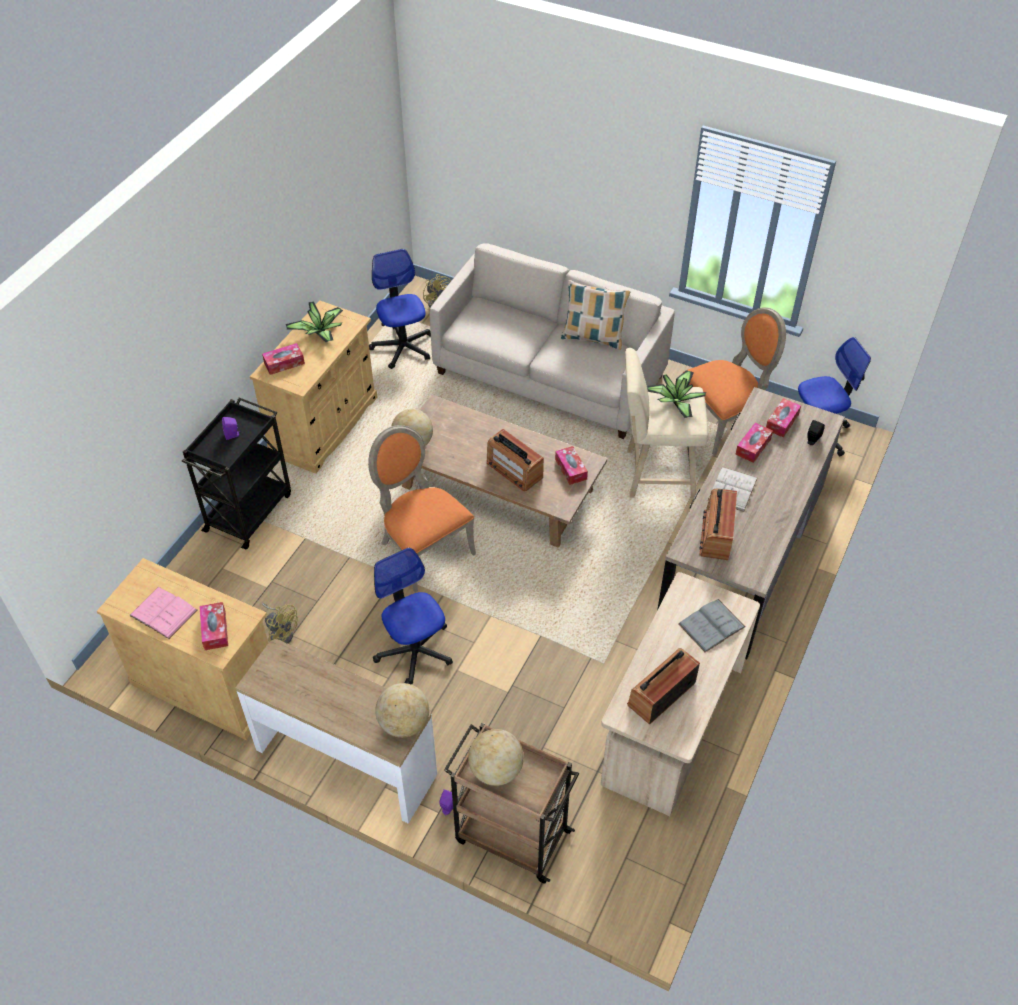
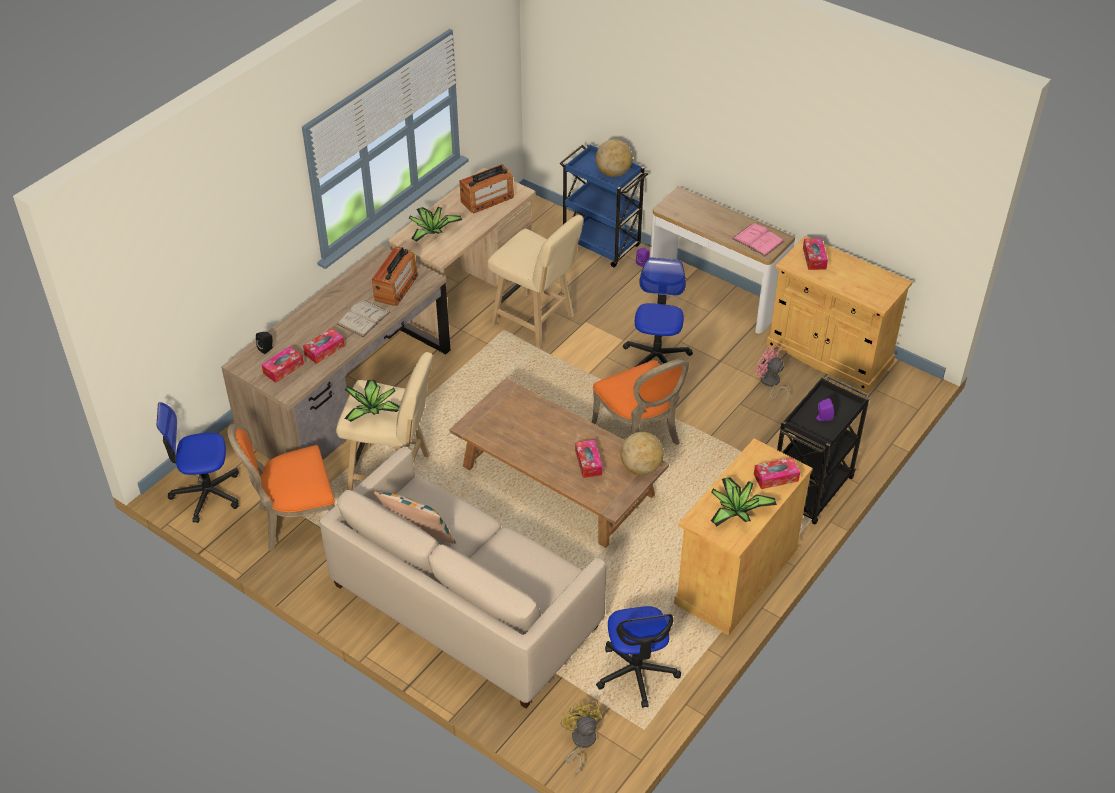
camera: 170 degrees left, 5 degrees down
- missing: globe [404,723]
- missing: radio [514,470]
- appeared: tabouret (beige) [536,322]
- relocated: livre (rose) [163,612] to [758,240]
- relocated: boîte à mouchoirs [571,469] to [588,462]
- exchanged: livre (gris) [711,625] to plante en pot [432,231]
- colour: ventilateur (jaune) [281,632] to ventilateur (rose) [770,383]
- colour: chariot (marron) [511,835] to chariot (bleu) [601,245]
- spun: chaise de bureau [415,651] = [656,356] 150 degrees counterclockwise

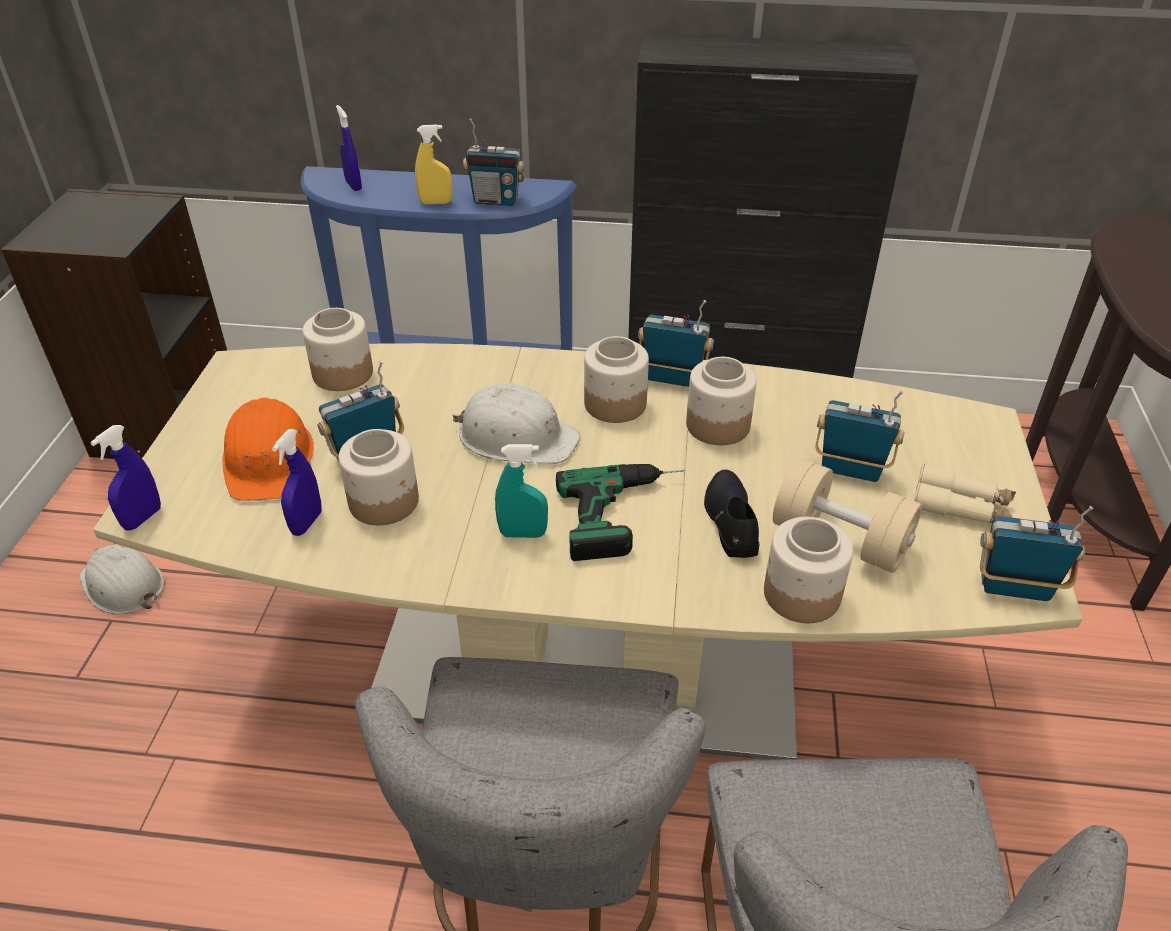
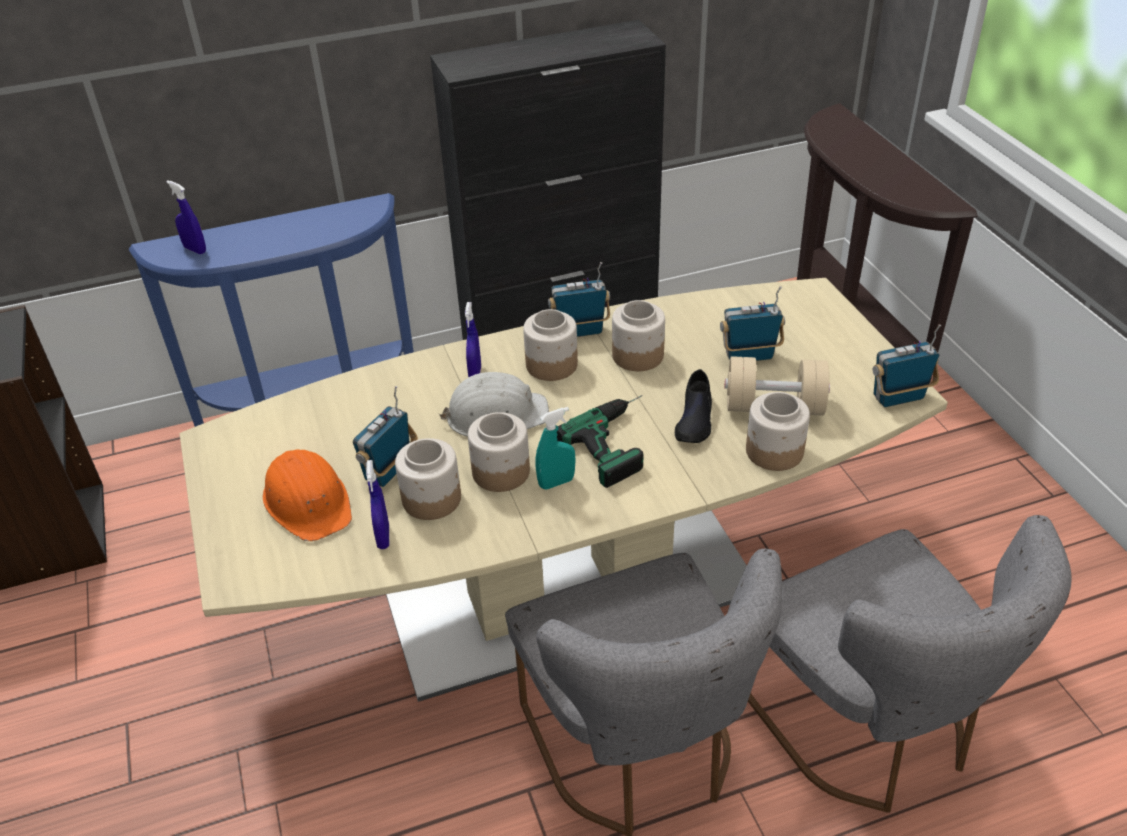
camera: 25 degrees left, 0 degrees up
- missing: casque de chantier (blanc) [122,585]
- missing: vaporisateur (jaune) [436,202]
- missing: radio [496,200]
- missing: jumelles (beige) [961,507]
- relocated: vaporisateur (bleu) [142,518] to [475,374]
- relocated: bocal [342,373] to [500,472]
- spun: chaussure (noir) [731,521] = [694,420] 135 degrees counterclockwise

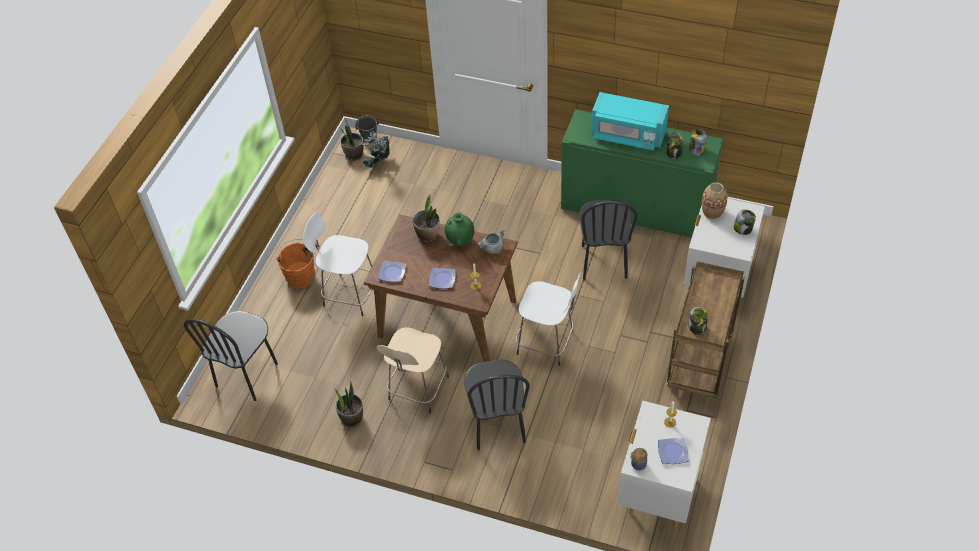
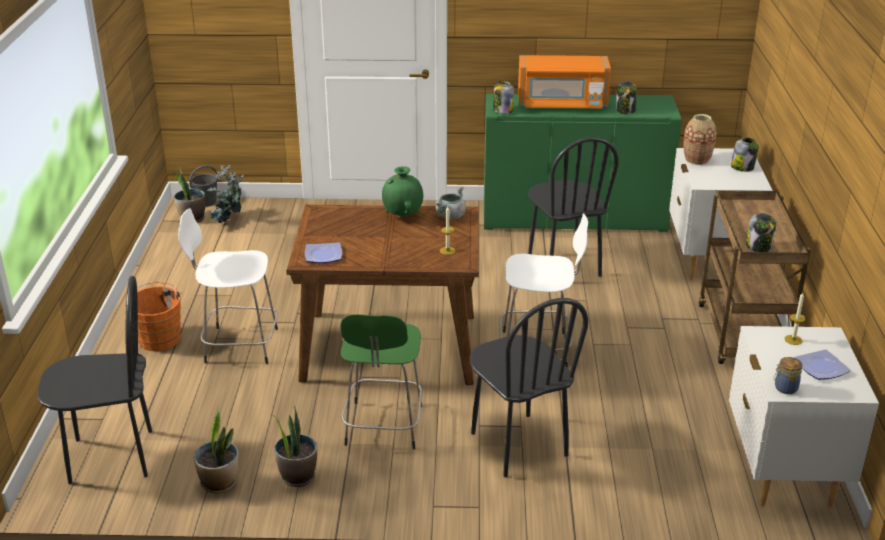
camera: 20 degrees left, 20 degrees down
- missing: assiette [442,280]
- relocated: plante en pot [428,234] to [219,483]
- relocated: bocal [696,149] to [502,110]
- colour: tabouret (beige) [417,390] to tabouret (vert) [383,427]
- colour: micro-ondes (turquoise) [628,135] to micro-ondes (orange) [562,104]
- spun: chaise (noir) [247,375] = [111,457] 105 degrees counterclockwise

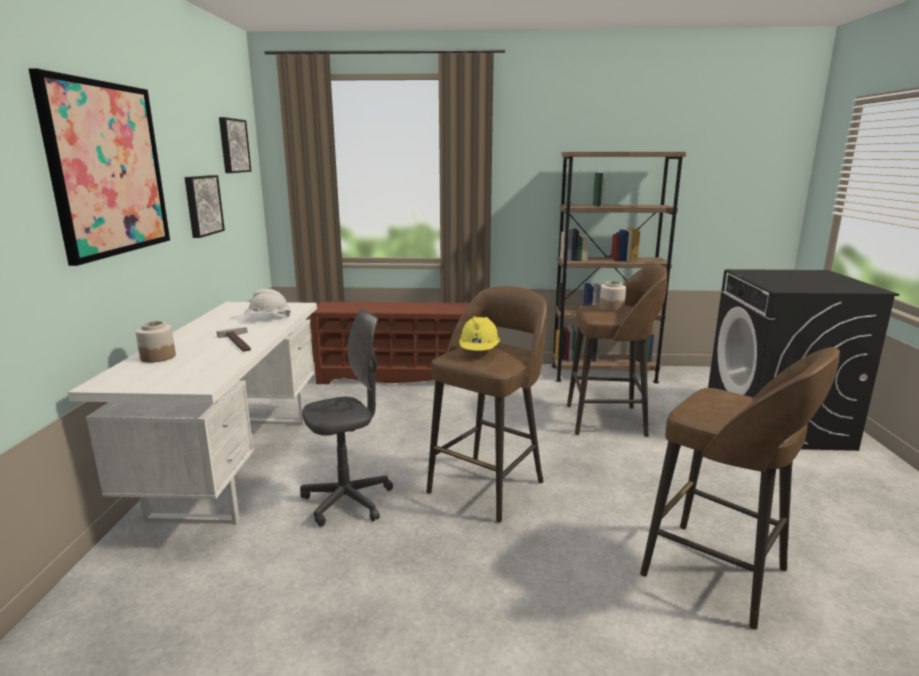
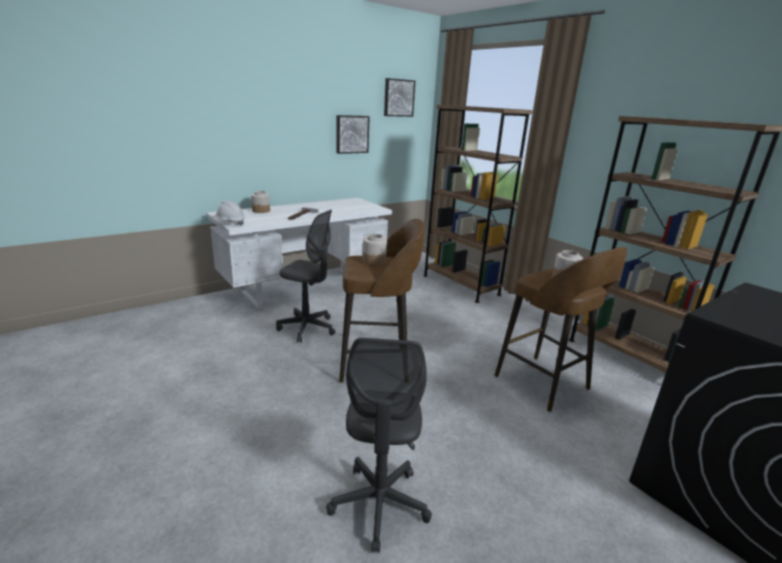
camera: 50 degrees right, 5 degrees up
- missing: tableau [108,169]
- relocated: casque de chantier (blanc) [267,318] to [230,223]
- exchanged: étagère à chaussures (marron) [394,377] to bibliothèque (marron) [460,285]
- exchanged: casque de chantier (jaune) [479,351] to bocal [374,260]
- exchanged: tabouret (marron) [719,574] to chaise de bureau (gris) [379,504]

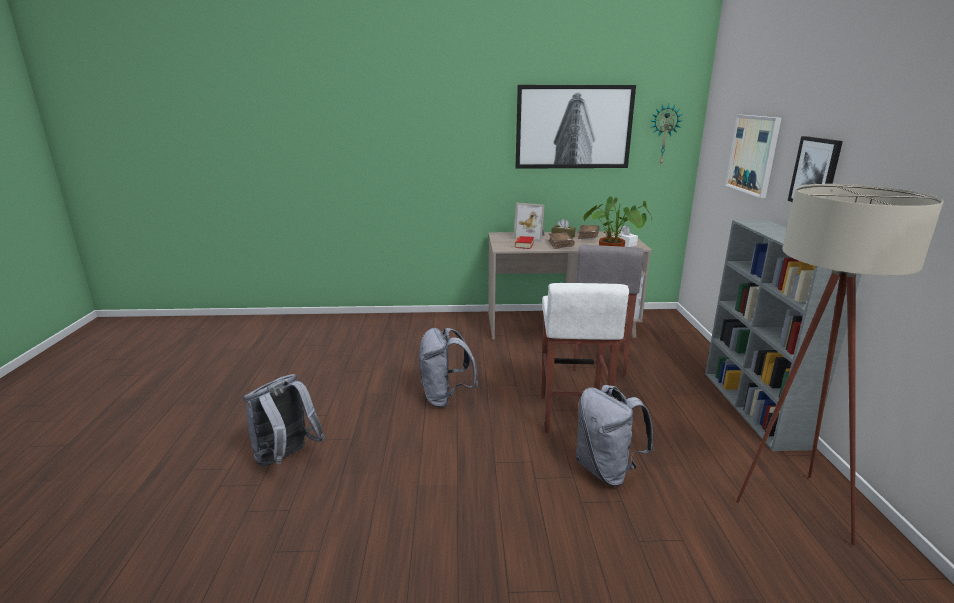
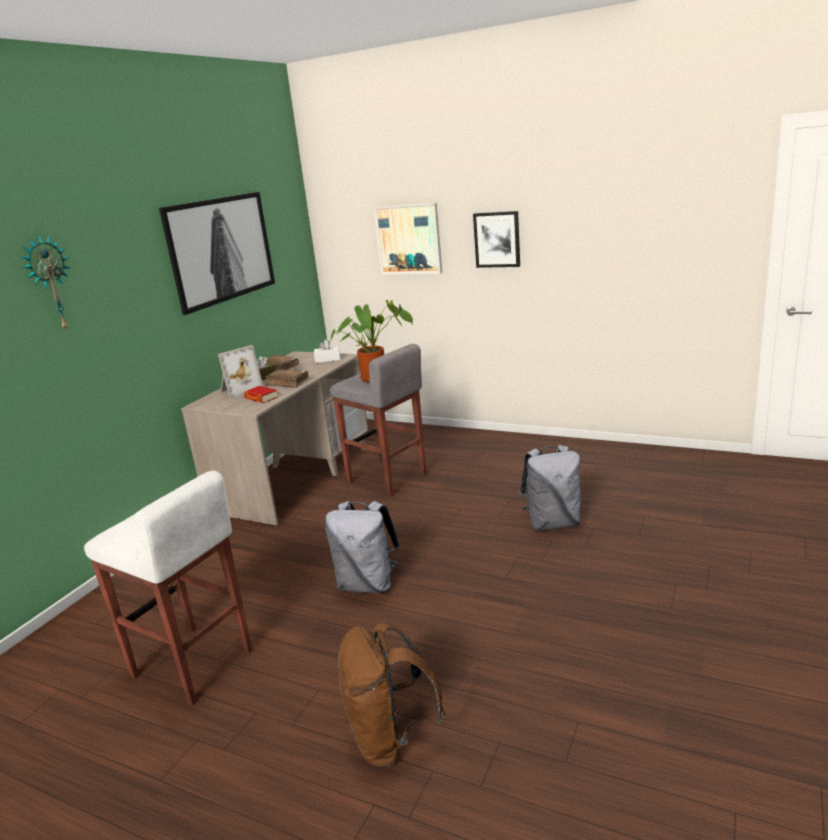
camera: 60 degrees left, 0 degrees up
- missing: bibliothèque (gris) [753,408]
- missing: lampadaire (beige) [784,505]
- relocated: tabouret (blanc) [571,415] to [192,665]
- relocated: horloge murale [663,134] to [50,284]
- colour: sac à dos (gris) [286,458] to sac à dos (marron) [391,739]

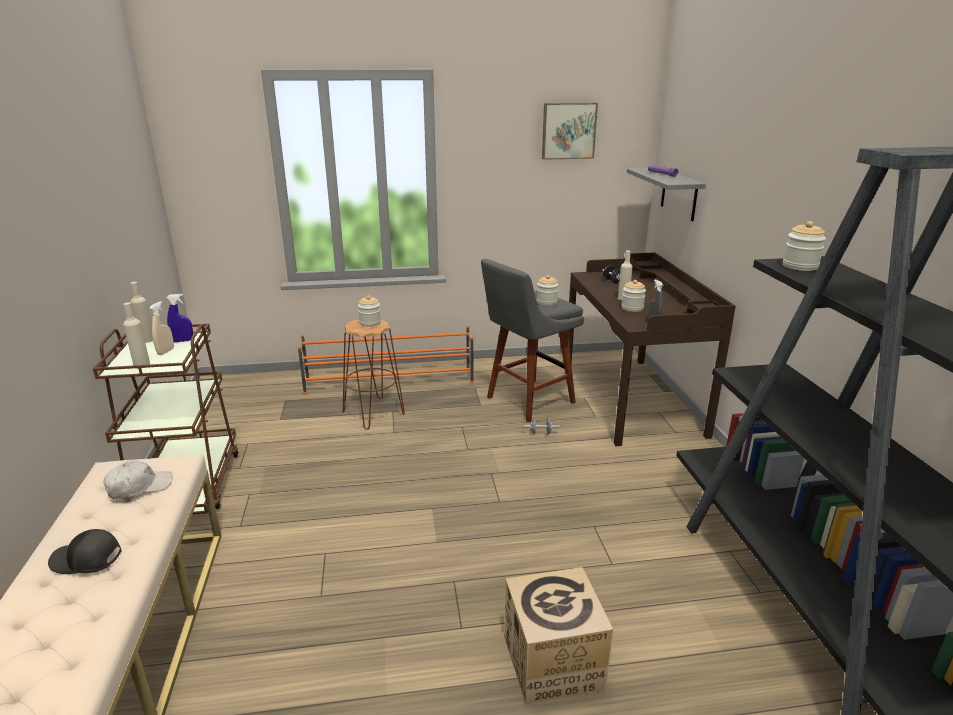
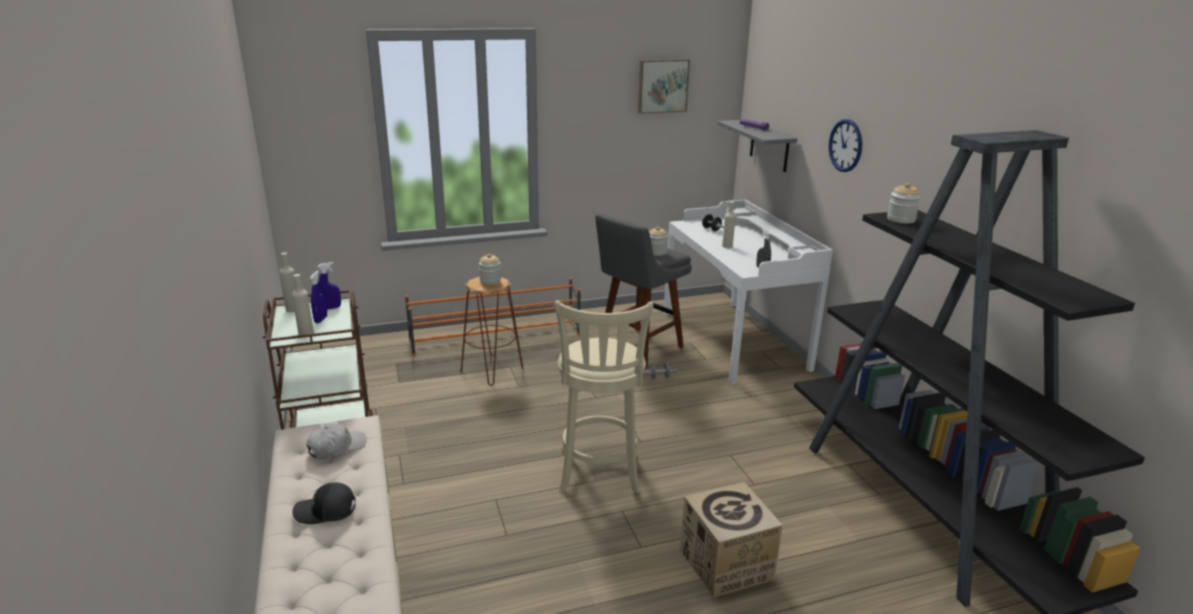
camera: 10 degrees left, 0 degrees up
- missing: bocal [632,308]
- appeared: tabouret (beige) [599,474]
- appeared: horloge murale [845,145]
- colour: vaporisateur (beige) [166,351] to vaporisateur (bleu) [321,319]
- colour: bureau (marron) [632,398] to bureau (blanc) [734,340]

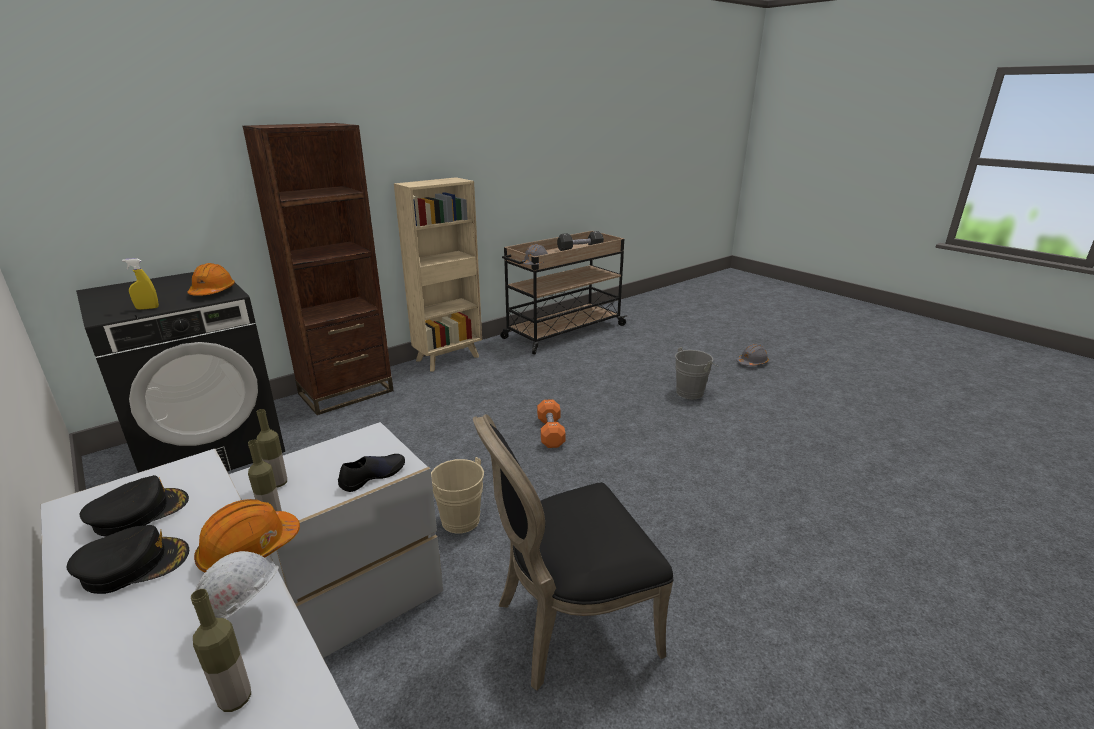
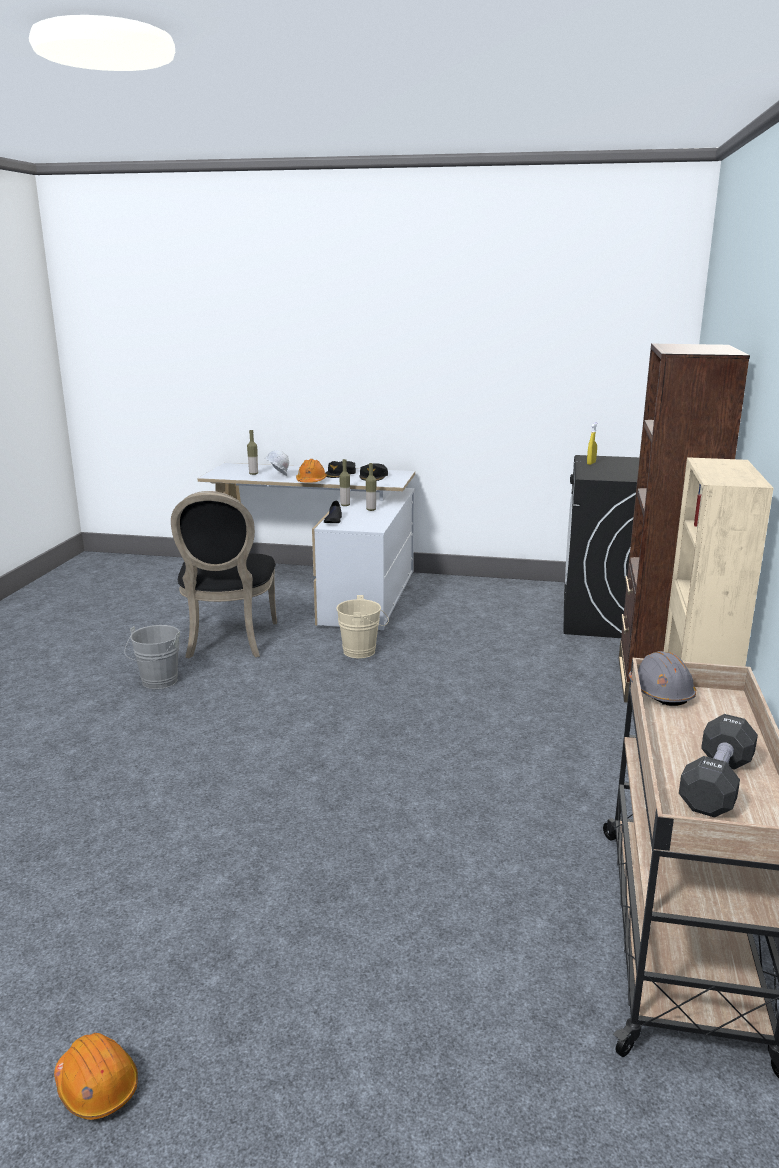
camera: 140 degrees right, 5 degrees down
- missing: haltère (orange) [550,432]
- missing: casque de chantier (gris) [752,363]
- relocated: casque de chantier (orange) [213,292] to [97,1086]
- relocated: seau (gris) [692,392] to [157,683]
- spun: chaise (noir) [568,625] = [228,641] 150 degrees clockwise

